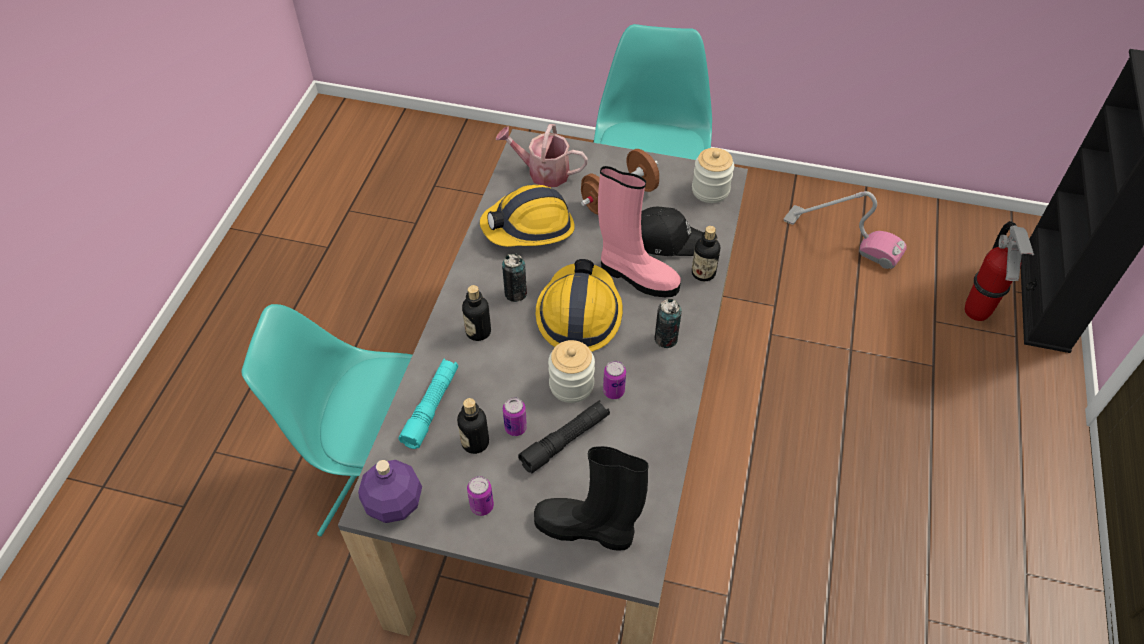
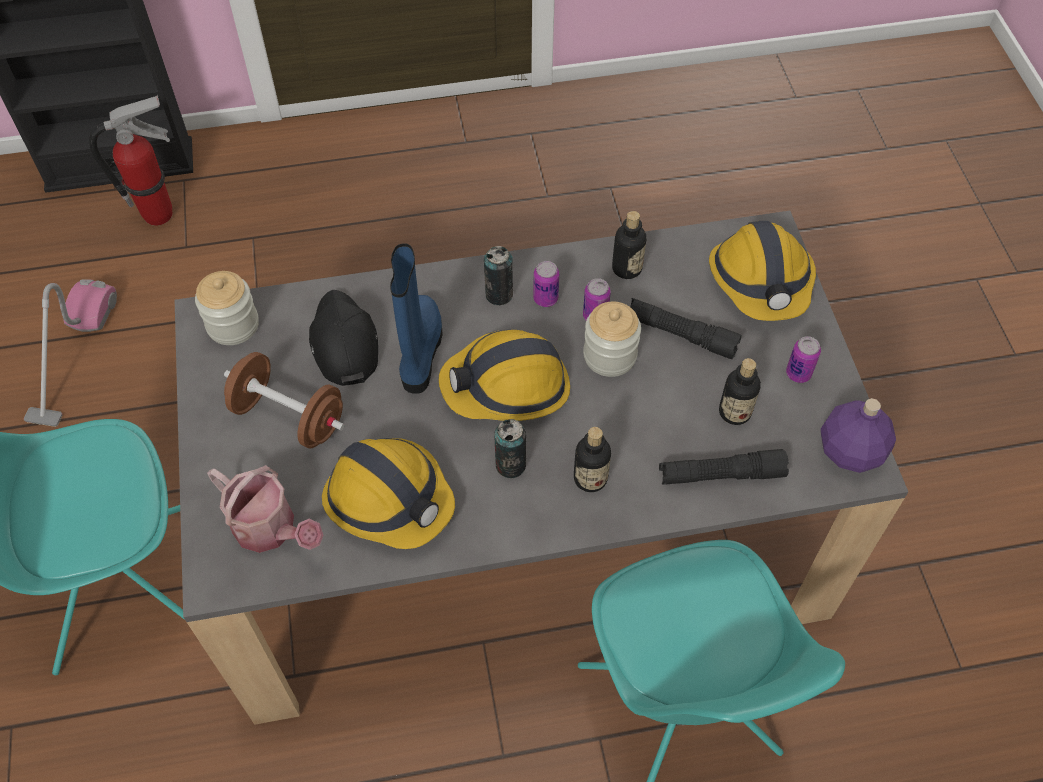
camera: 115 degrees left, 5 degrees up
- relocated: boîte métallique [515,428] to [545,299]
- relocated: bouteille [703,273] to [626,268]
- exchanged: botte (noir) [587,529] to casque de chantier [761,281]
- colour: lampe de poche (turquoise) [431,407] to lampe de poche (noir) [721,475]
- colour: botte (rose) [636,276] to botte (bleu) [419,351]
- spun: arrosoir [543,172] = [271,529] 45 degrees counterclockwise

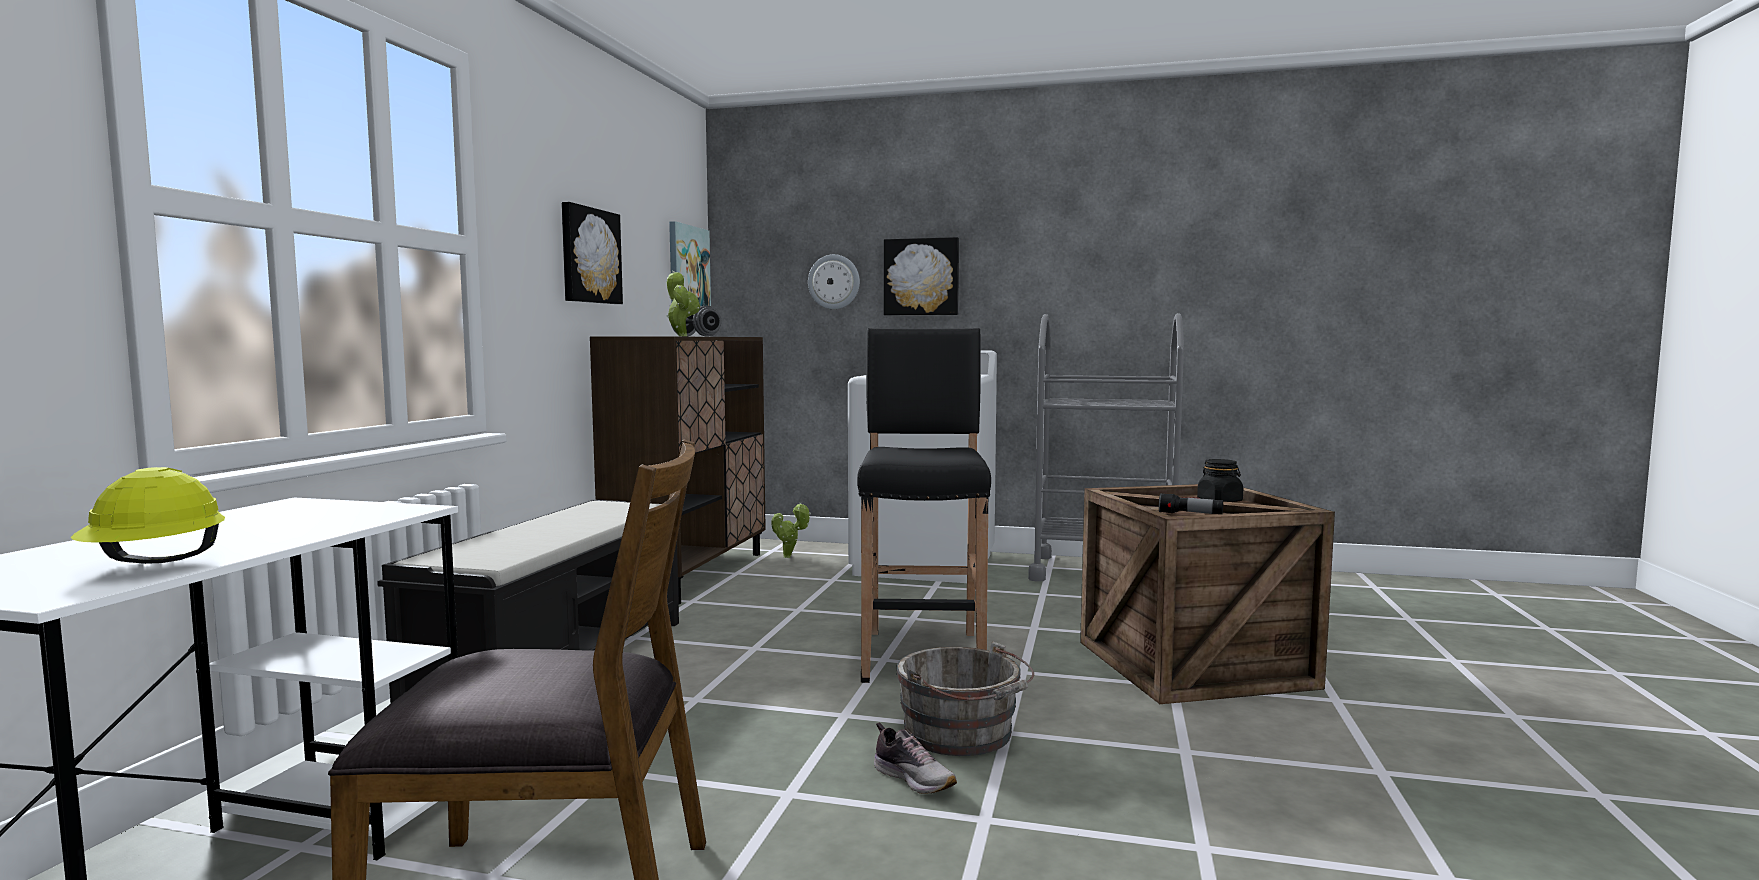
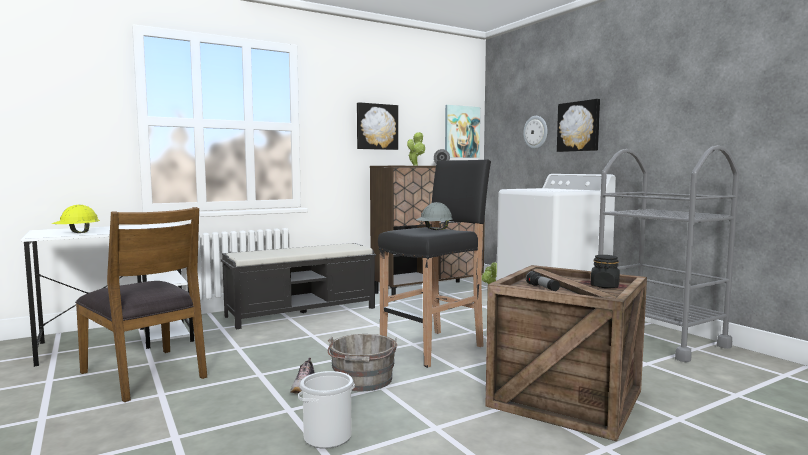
camera: 45 degrees right, 0 degrees up
- appeared: seau [328,436]
- appeared: casque de chantier (gris) [434,230]

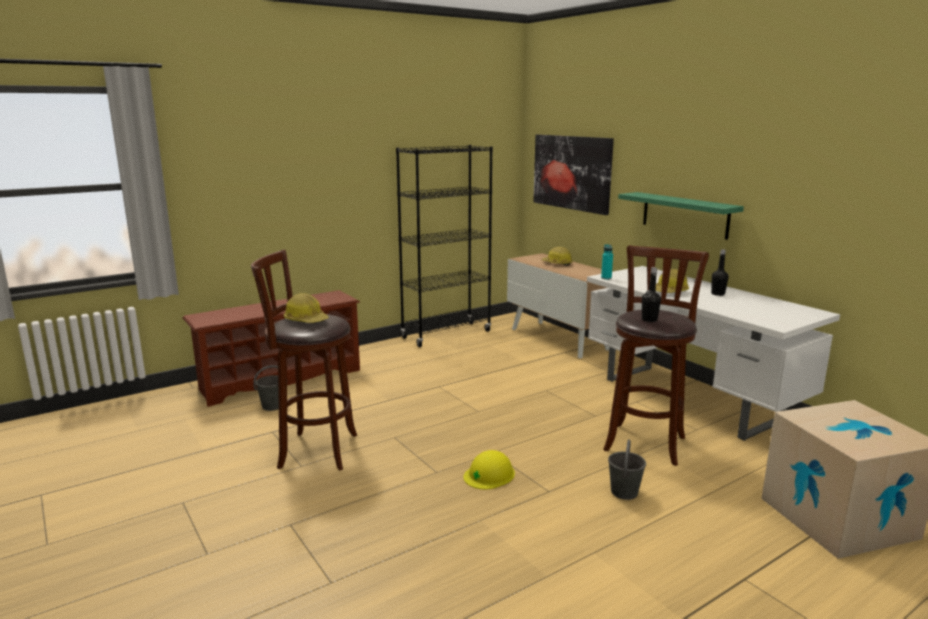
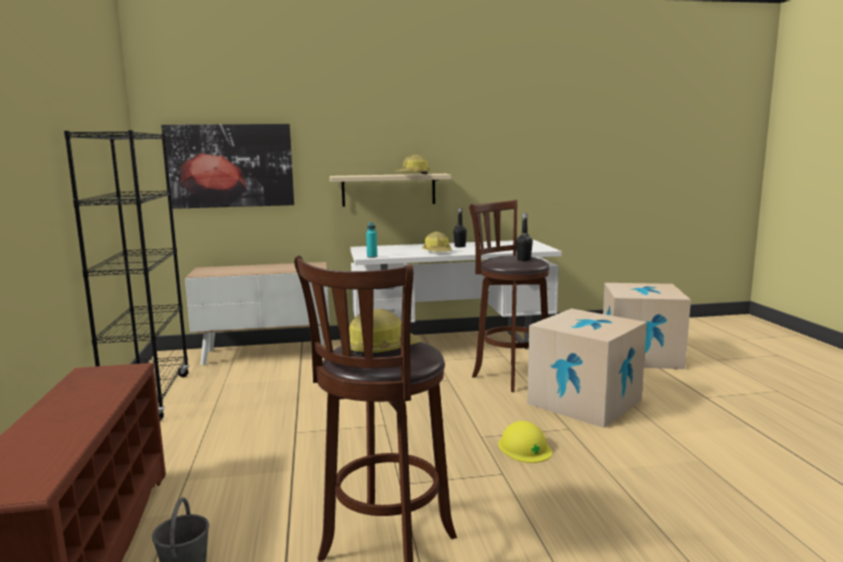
camera: 65 degrees left, 5 degrees down
- relocated: casque de chantier [557,263] to [413,174]
- exchanged: seau (gris) [624,492] to carton [584,402]
- colour: étagère (vert) [685,215] to étagère (beige) [388,190]

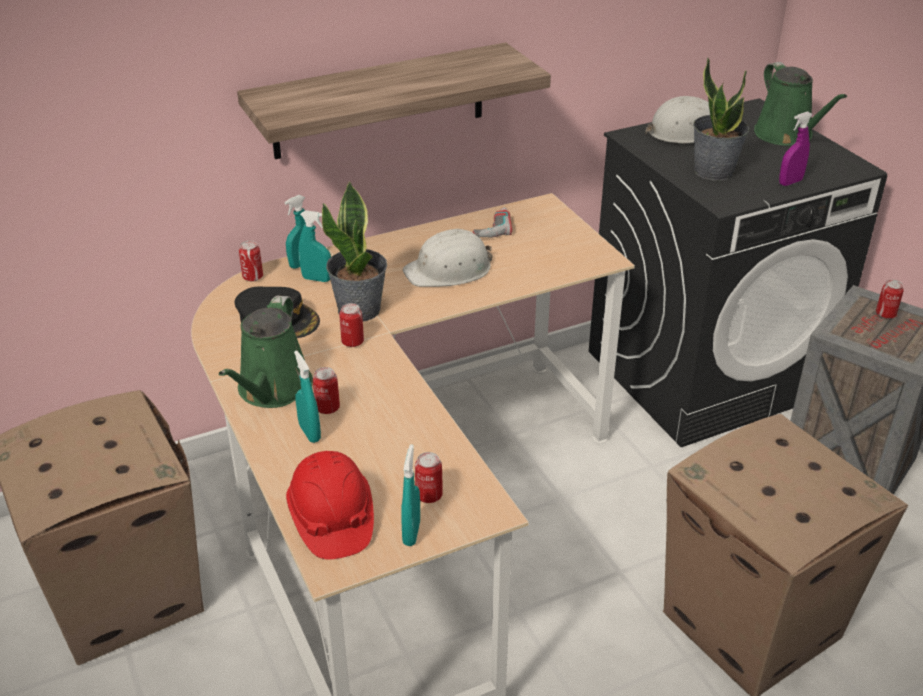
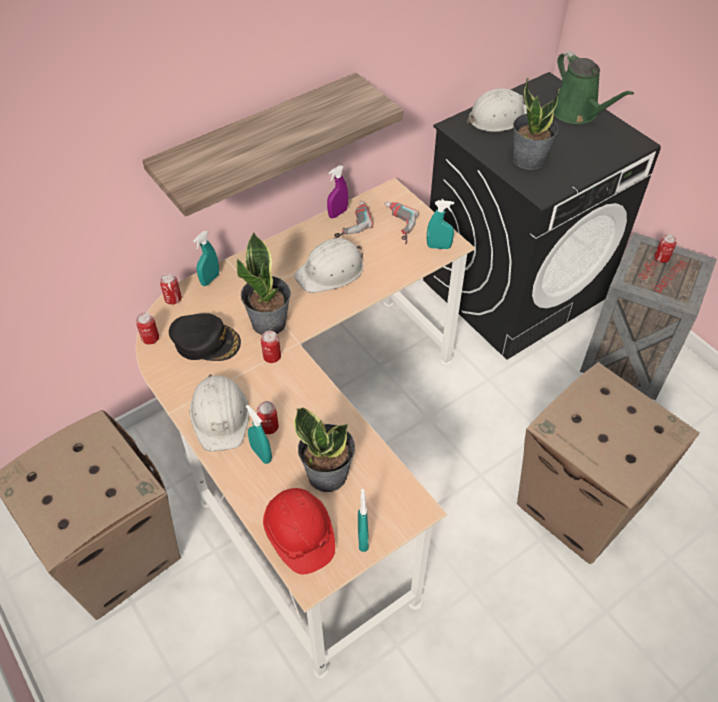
camera: 10 degrees left, 15 degrees up
- appeared: plante en pot [327,473]
- appeared: perceuse [395,225]
- relocated: vaporisateur (turquoise) [317,279] to [438,247]
- relocated: boîte métallique [429,495] to [150,338]
- relocated: vaporisateur (violet) [790,182] to [337,213]
- exchanged: arrosoir (vert) [272,390] to casque de chantier (blanc) [220,415]

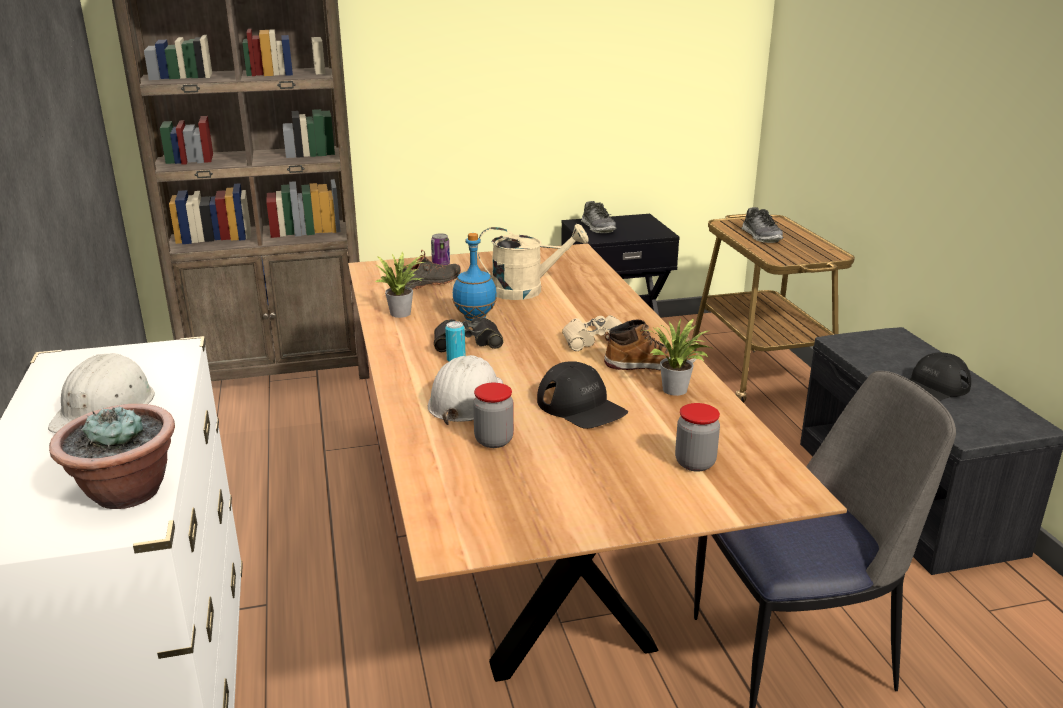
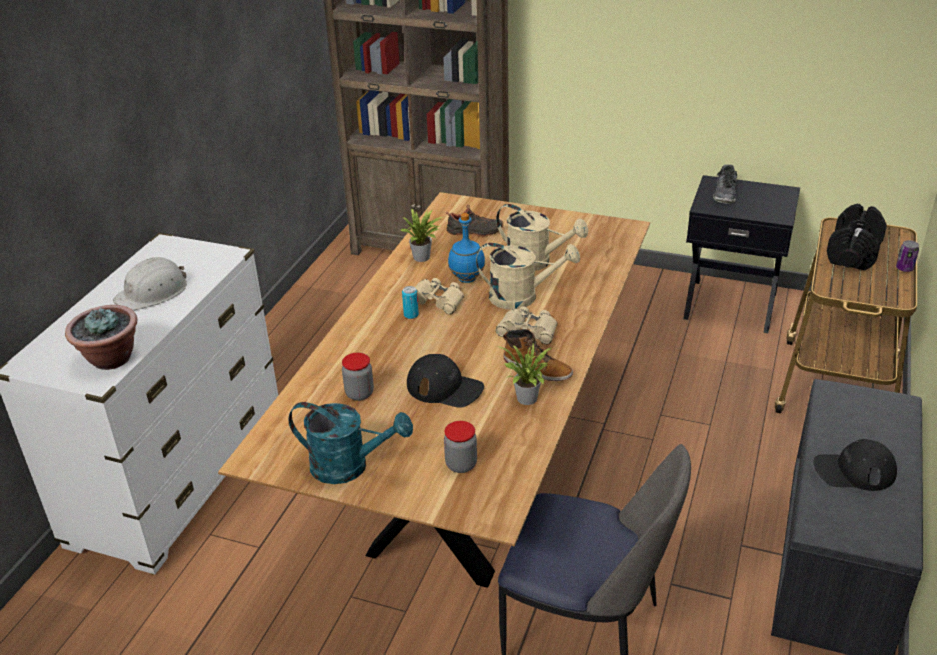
camera: 35 degrees right, 10 degrees up
- missing: casque de chantier (blanc) [466,400]
- appeared: arrosoir (turquoise) [349,466]
- appeared: arrosoir (beige) [522,297]
- relocated: boîte métallique [441,264] to [904,268]
- exchanged: chaussure [761,236] to haltère (noir) [853,253]
- colour: jumelles (noir) [467,342] to jumelles (beige) [436,300]
- spun: casquette (noir) [581,406] = [445,388] 60 degrees counterclockwise

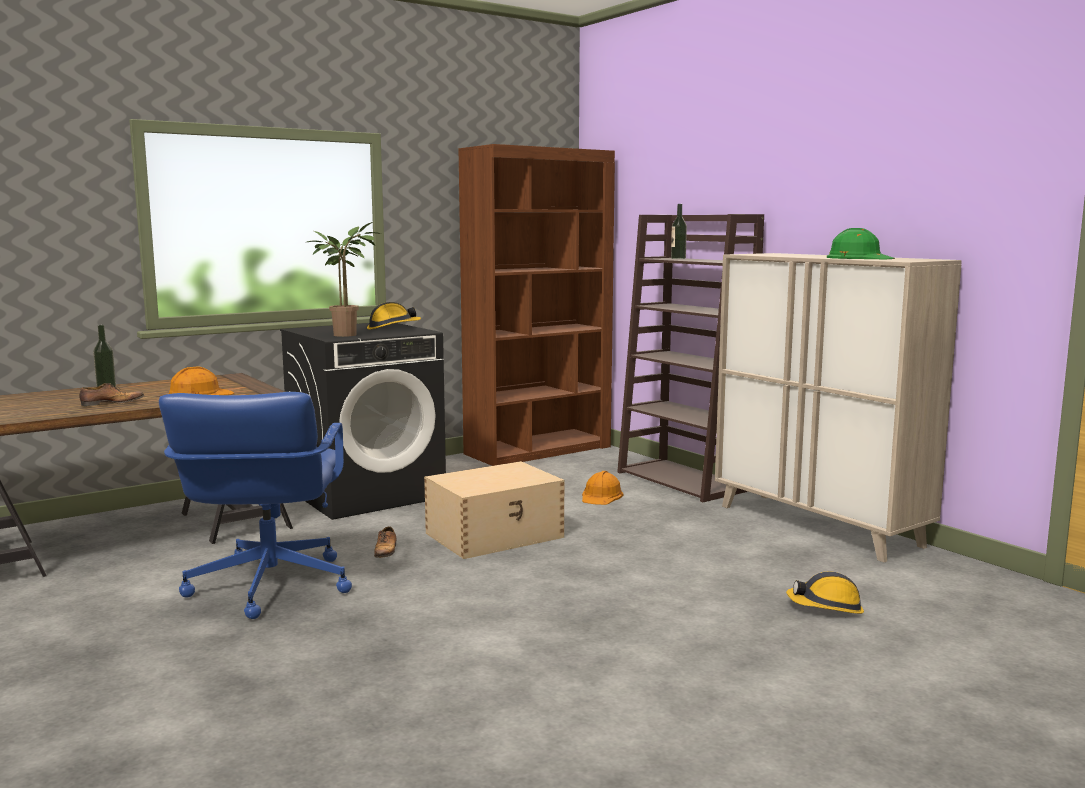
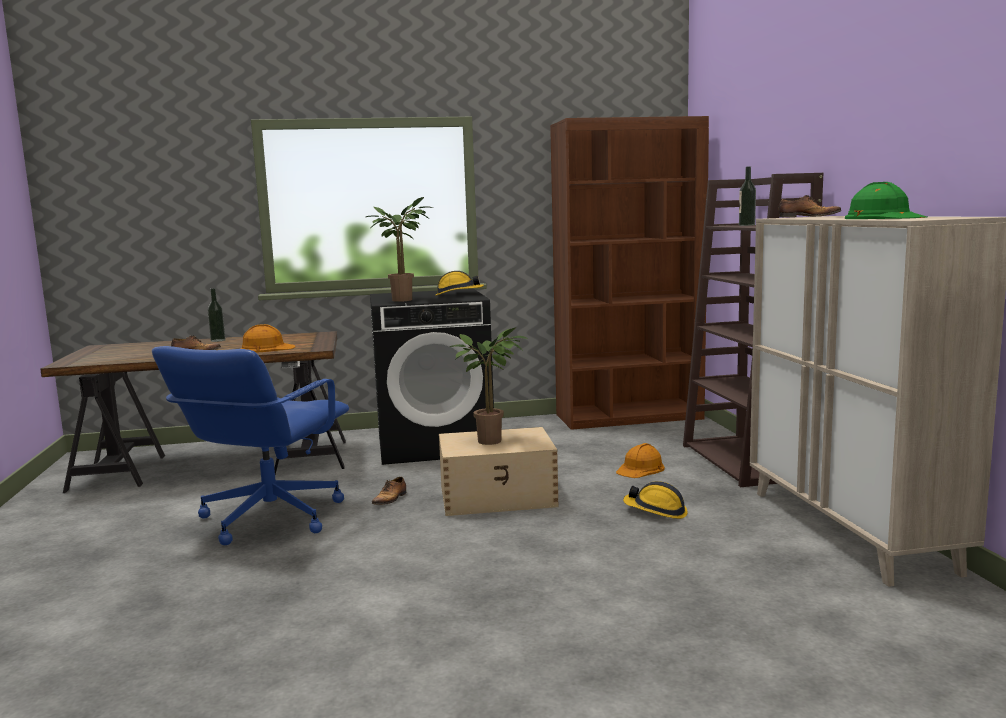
camera: 25 degrees right, 0 degrees up
- appeared: plante en pot [493,440]
- appeared: chaussure [807,217]
- relocated: casque de chantier [826,607] to [656,511]

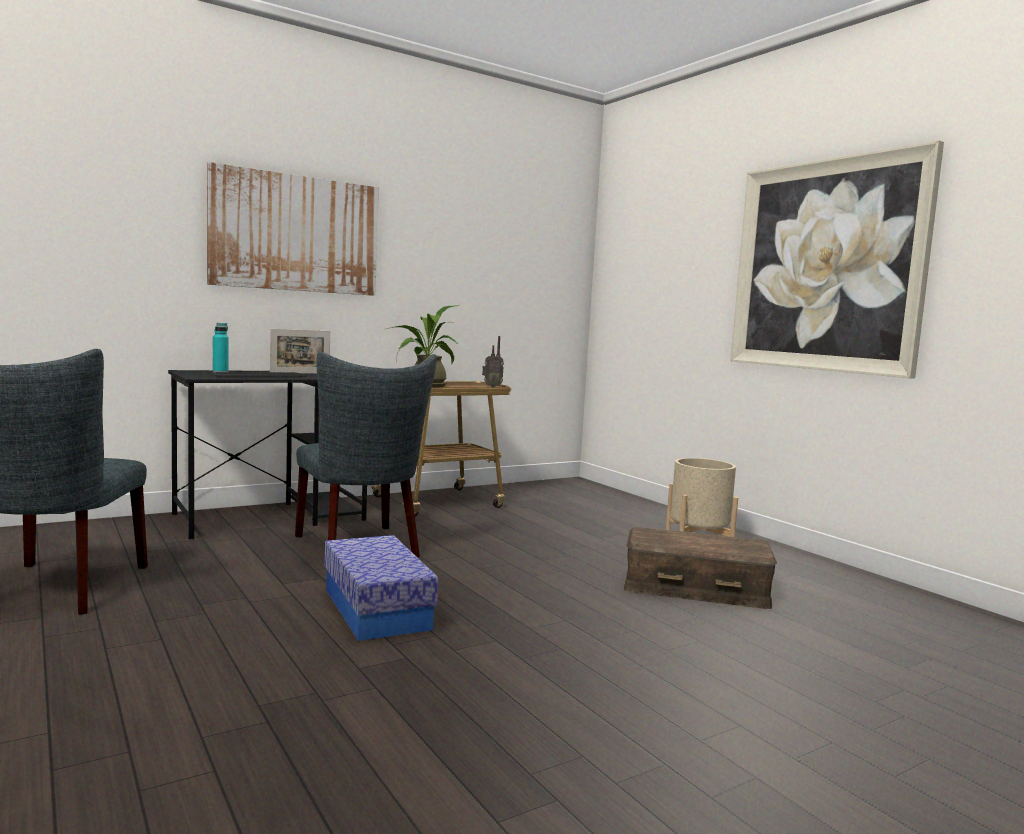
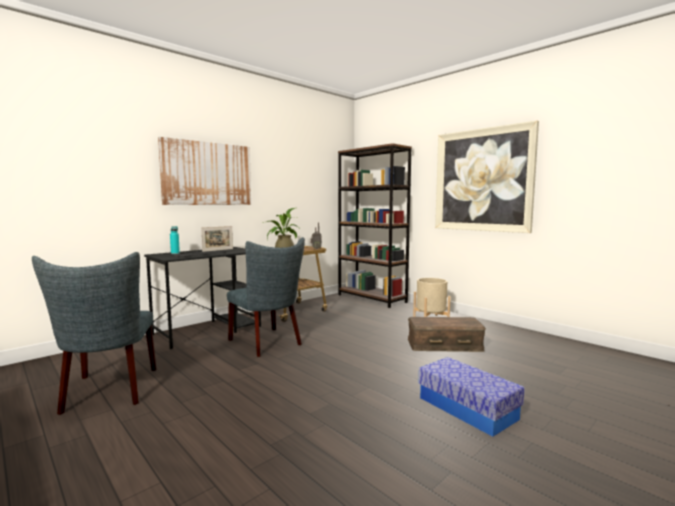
camera: 10 degrees left, 0 degrees up
- appeared: bibliothèque (marron) [371,298]
- relocated: boîte de rangement [376,609] to [467,408]

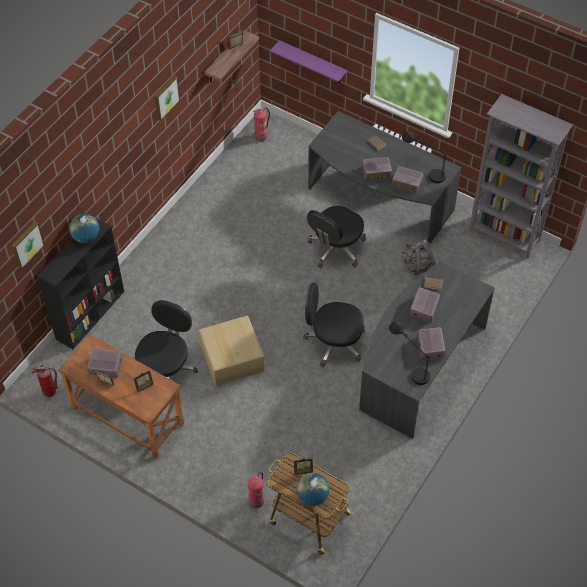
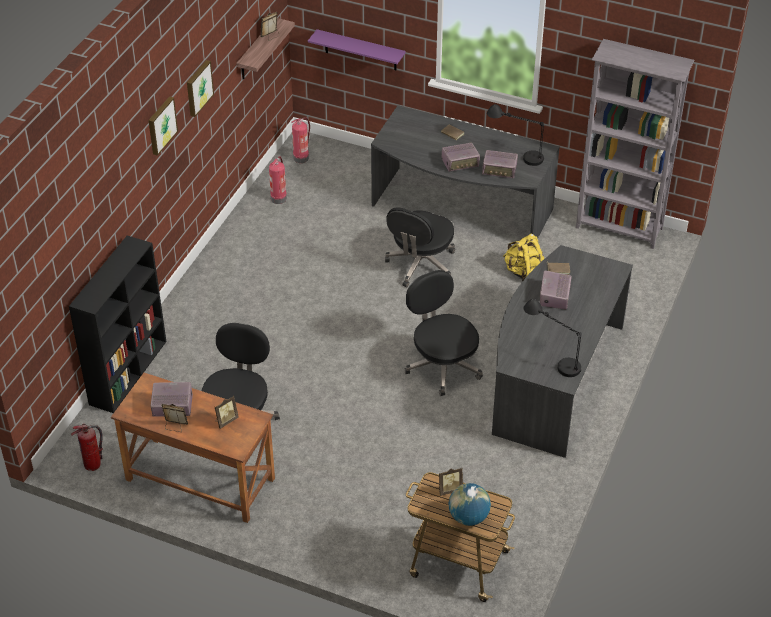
camera: 10 degrees left, 10 degrees down
- missing: globe [86,237]
- missing: boîte de rangement (beige) [232,357]
- missing: radio [430,347]
- relocated: tableau [26,244] to [161,125]
- relocated: extincteur [256,500] to [278,198]
- colour: sac à dos (gris) [416,265] to sac à dos (jaune) [523,271]
- spun: chaise de bureau (noir) [333,342] = [442,365] 60 degrees clockwise

